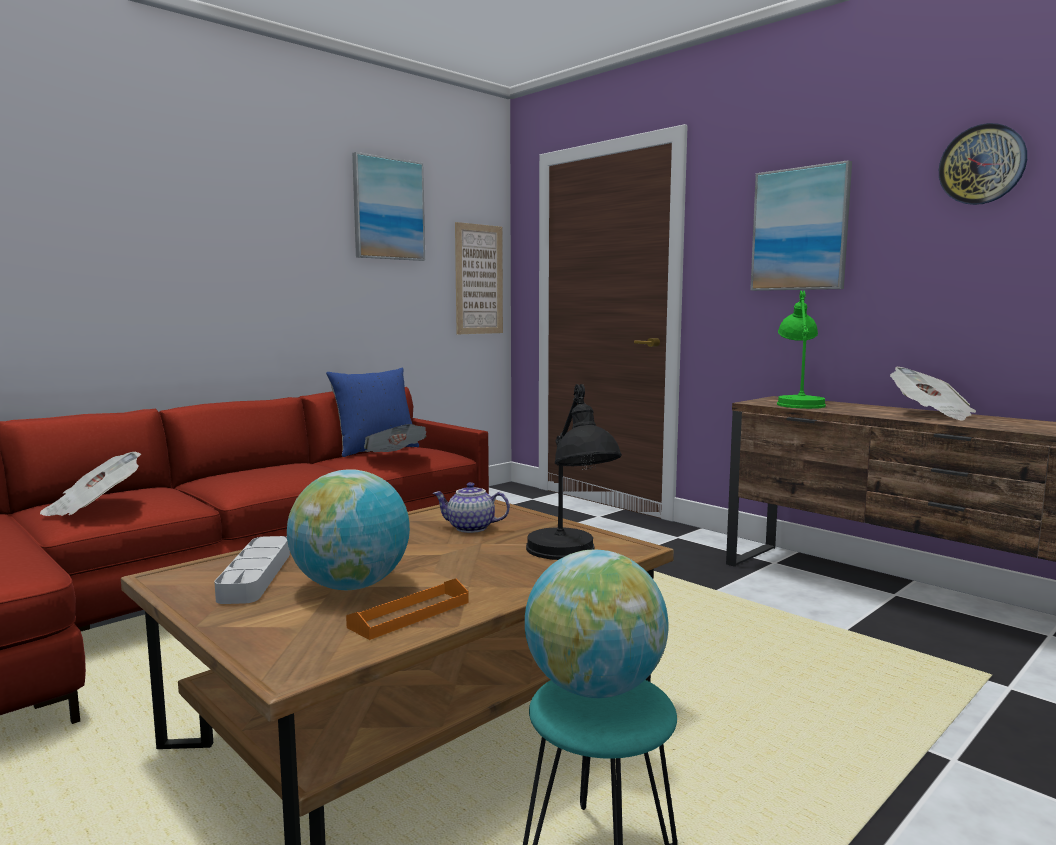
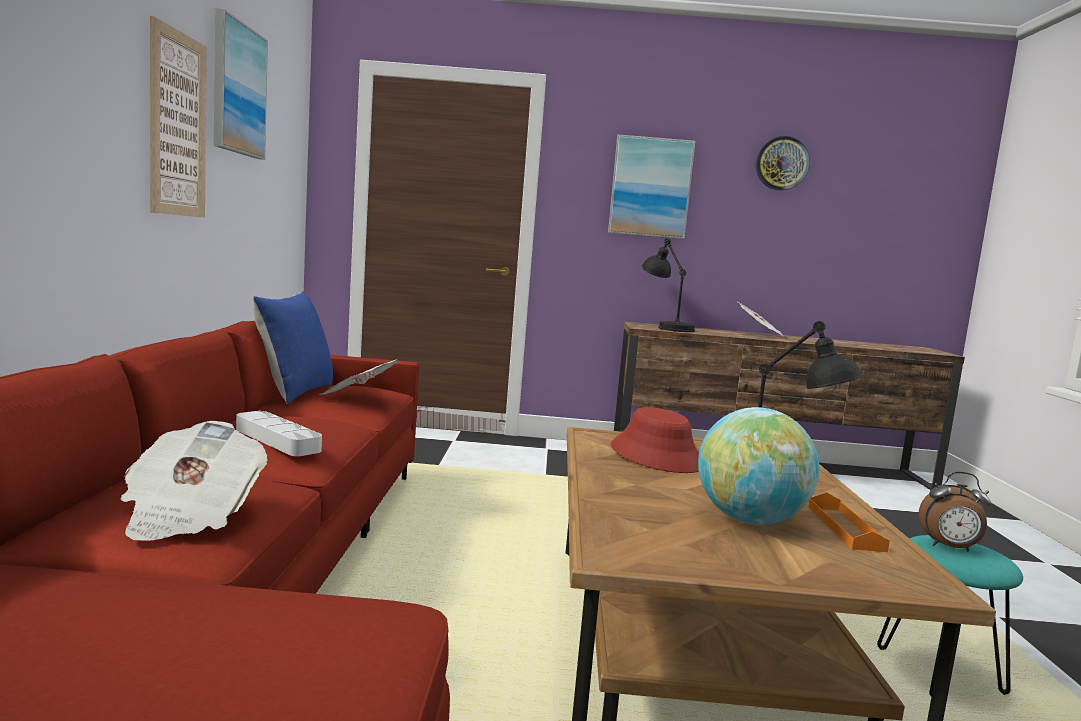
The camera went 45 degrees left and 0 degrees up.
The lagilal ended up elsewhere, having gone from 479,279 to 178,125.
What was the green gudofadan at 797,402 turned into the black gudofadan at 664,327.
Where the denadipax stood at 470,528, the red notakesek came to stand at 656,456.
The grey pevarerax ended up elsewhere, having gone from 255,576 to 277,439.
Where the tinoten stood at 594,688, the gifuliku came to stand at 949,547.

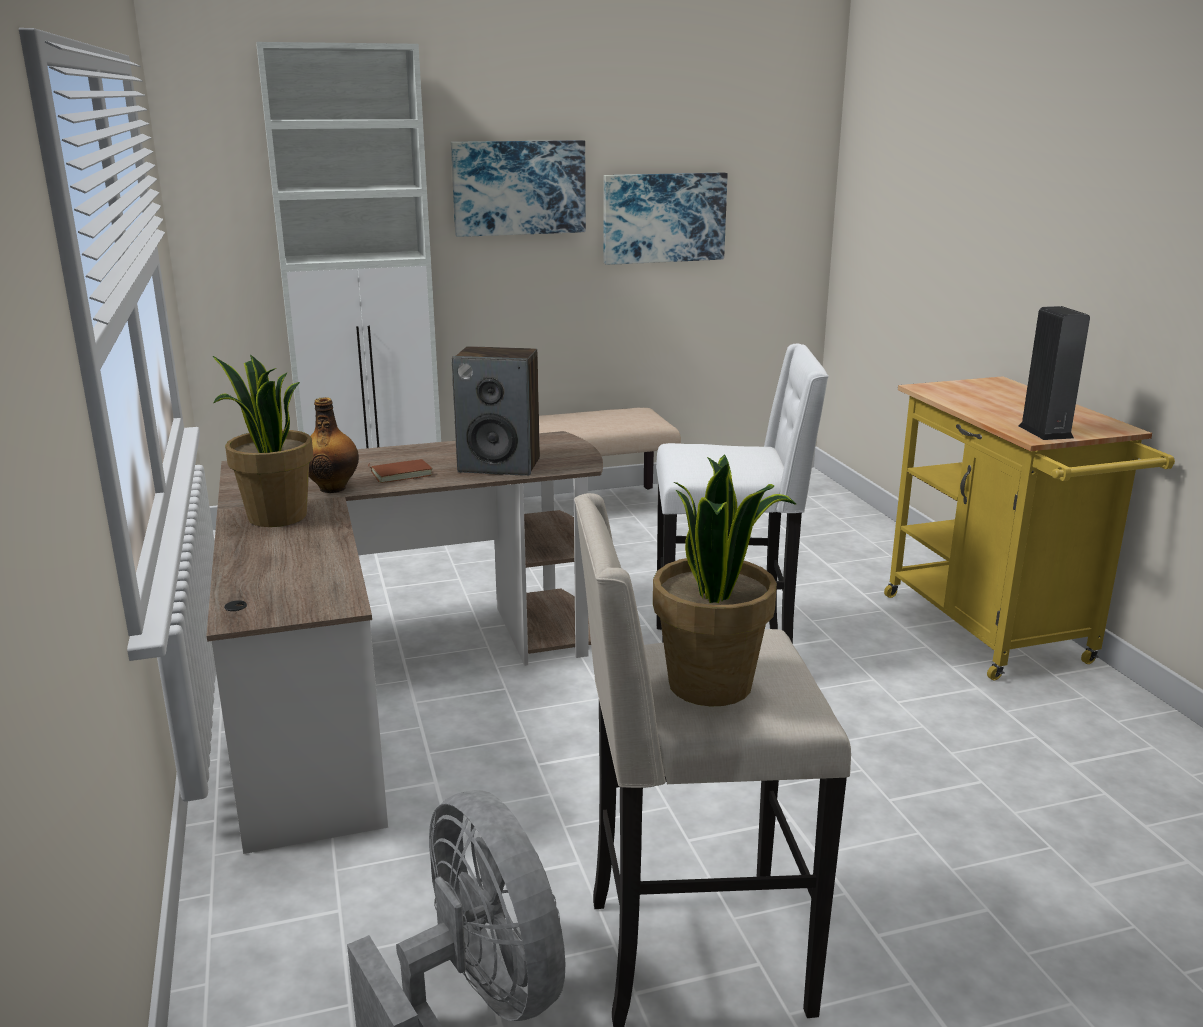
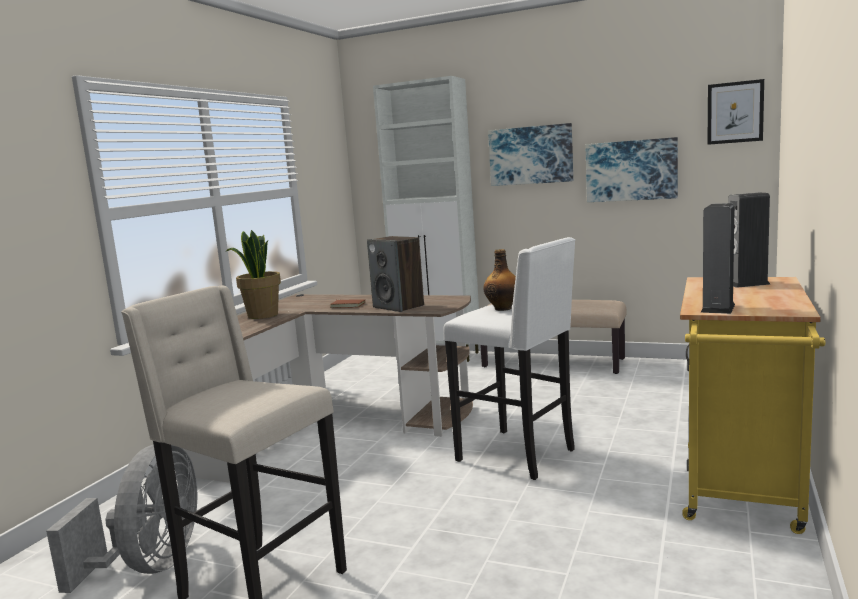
The camera went 40 degrees right and 10 degrees down.
The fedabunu ended up elsewhere, having gone from 333,488 to 503,308.
The second view lost the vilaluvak at 712,685.
The second view gained the lagilal at 735,112.
The second view gained the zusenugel at 747,284.

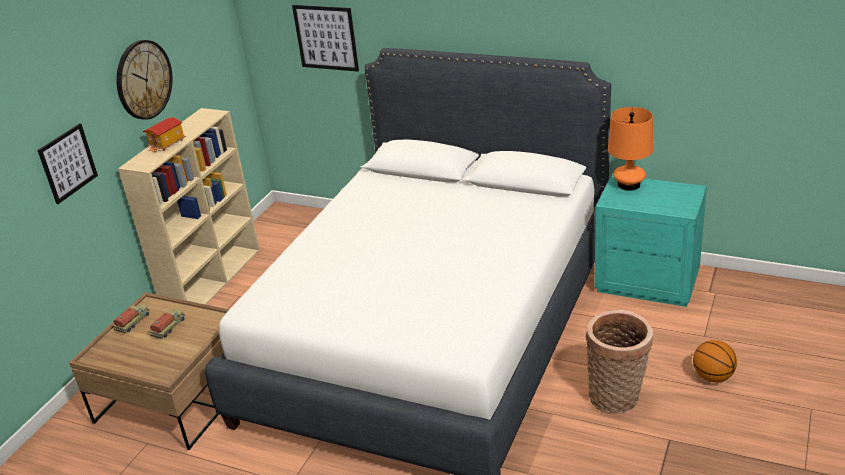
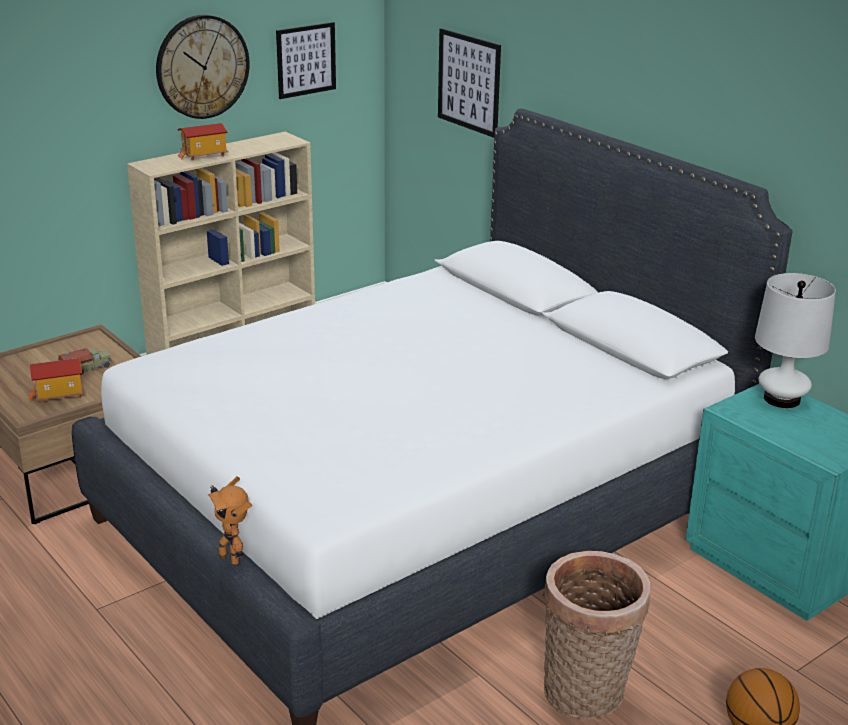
The camera went 25 degrees right and 5 degrees down.
What was the orange gudofadan at 629,185 turned into the white gudofadan at 781,399.
The lagilal ended up elsewhere, having gone from 68,163 to 306,60.
The second view lost the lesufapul at 133,322.
The second view gained the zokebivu at 59,395.
The second view gained the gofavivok at 231,558.

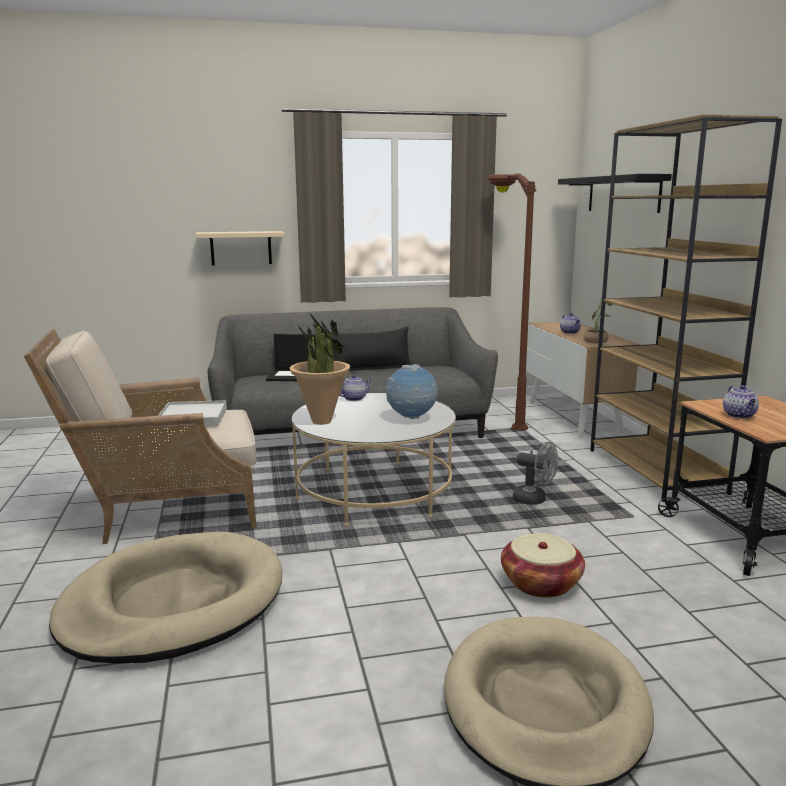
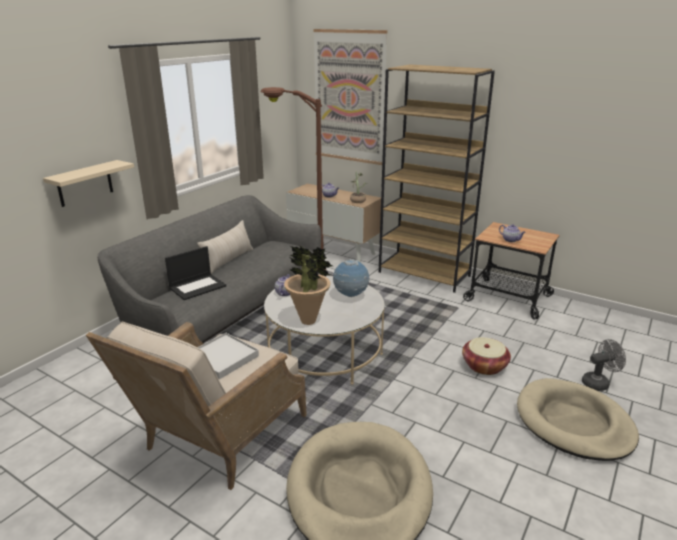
The camera went 45 degrees left and 10 degrees up.
Where the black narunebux hung at 623,194, the lagilal came to hang at 349,97.
What was the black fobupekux at 369,368 turned into the beige fobupekux at 228,260.
The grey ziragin ended up elsewhere, having gone from 534,500 to 598,382.

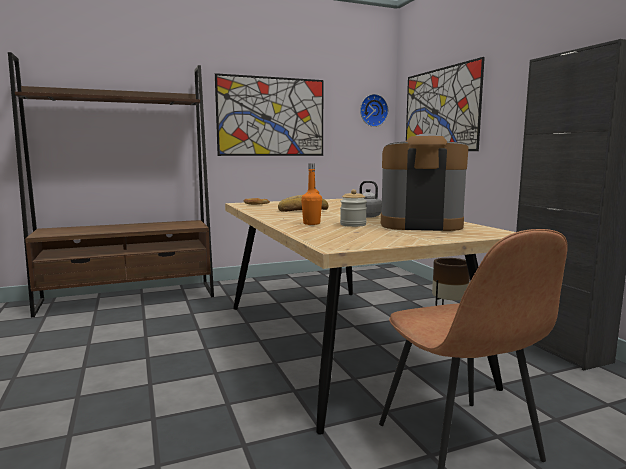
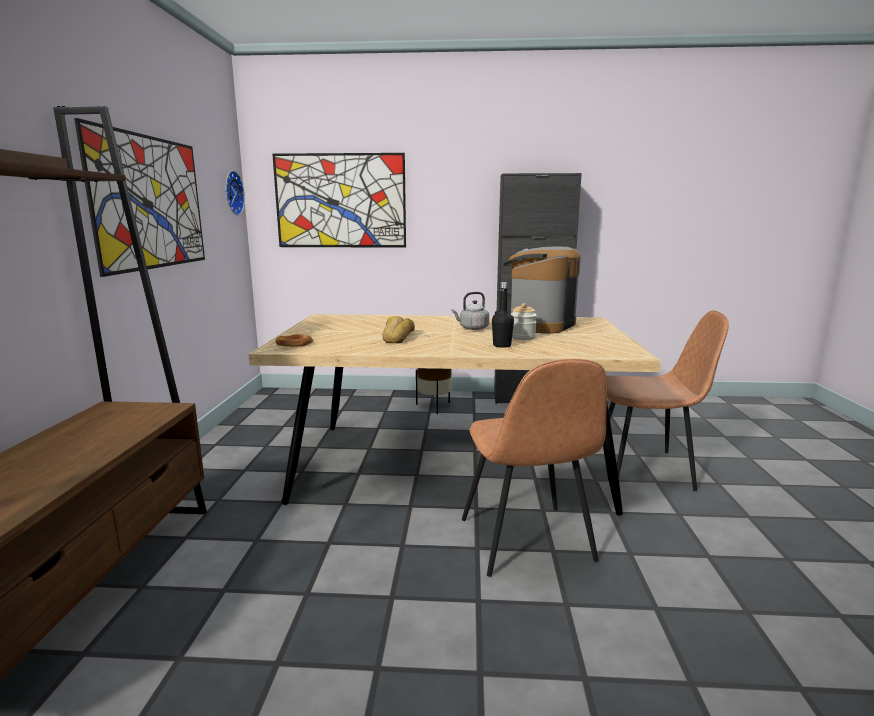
The camera went 65 degrees left and 5 degrees up.
What was the orange fedabunu at 311,223 turned into the black fedabunu at 502,345.
The second view gained the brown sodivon at 526,541.

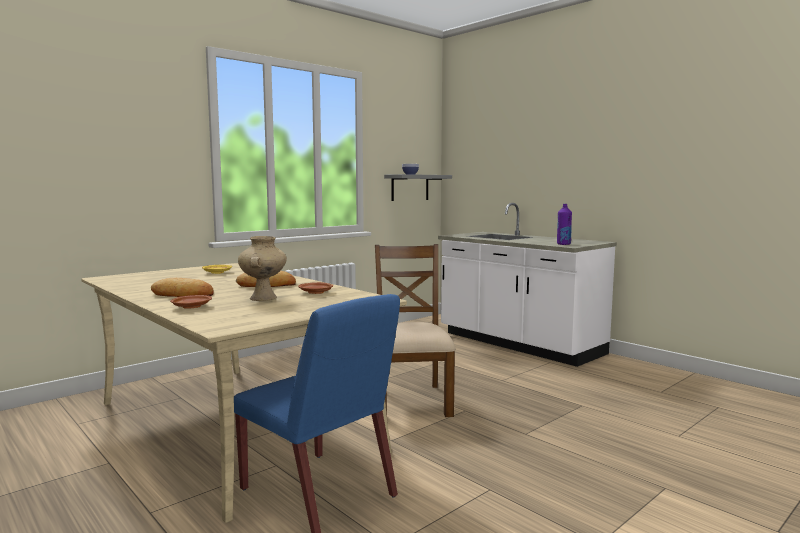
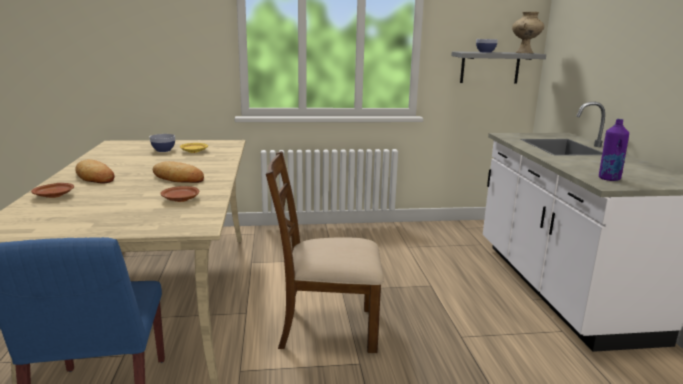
The camera went 35 degrees right and 10 degrees up.
The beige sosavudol ended up elsewhere, having gone from 264,298 to 524,53.
The brown sodivon at 411,400 ended up facing another way, 120 degrees counterclockwise from before.
The second view gained the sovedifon at 163,150.

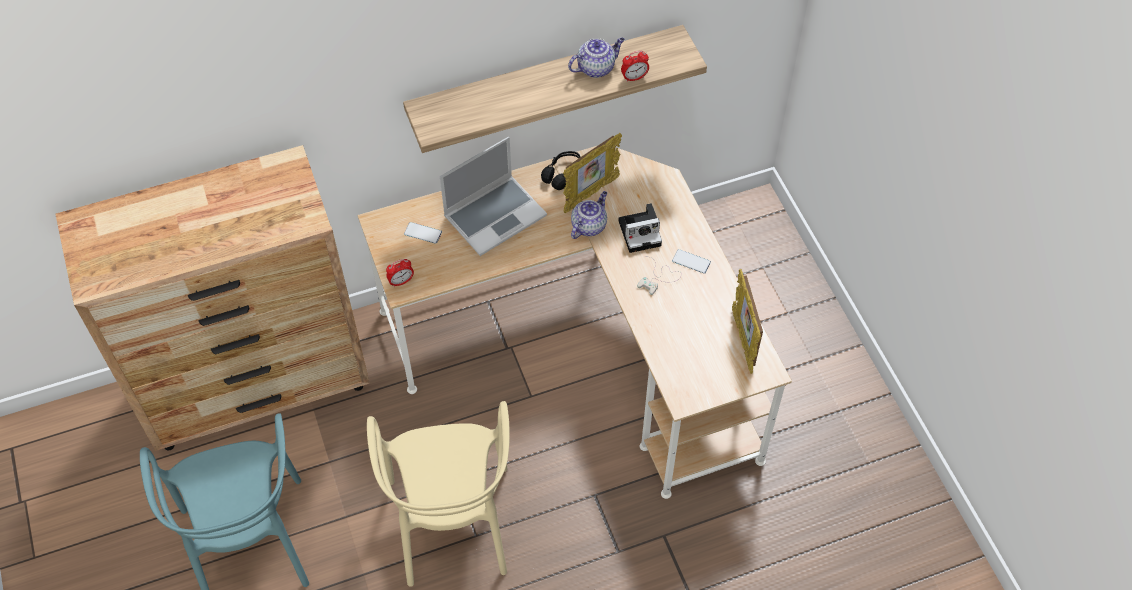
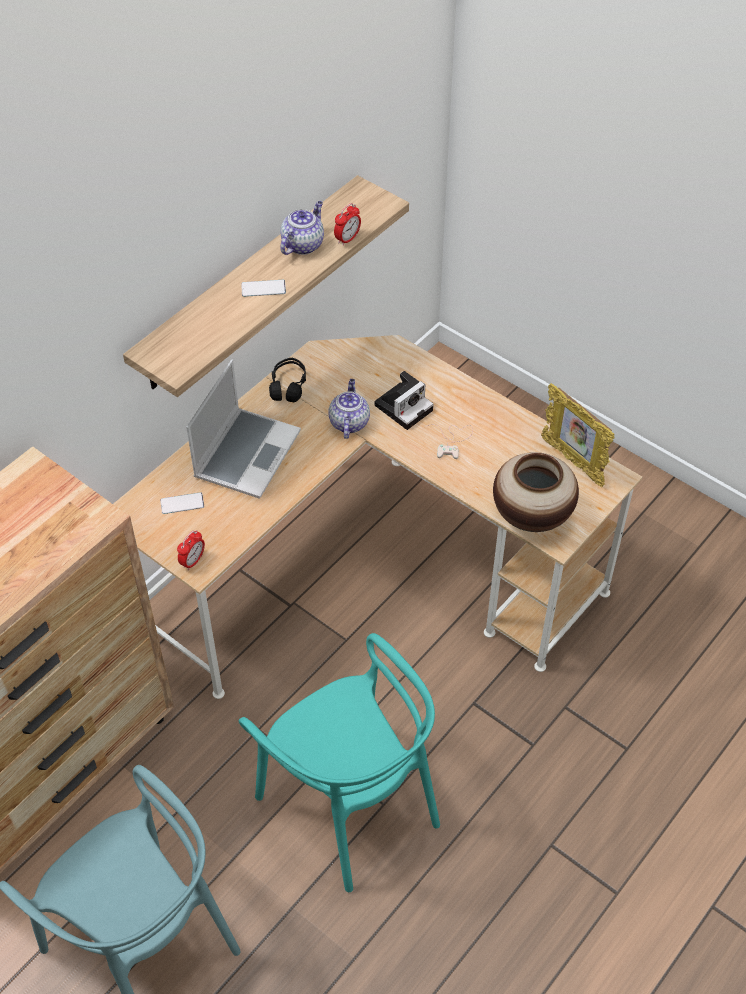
The camera went 30 degrees left and 5 degrees down.
The second view lost the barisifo at 590,194.
The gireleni ended up elsewhere, having gone from 691,261 to 263,288.
What was the beige sodivon at 452,523 turned into the turquoise sodivon at 350,804.
The second view gained the sosavudol at 531,515.

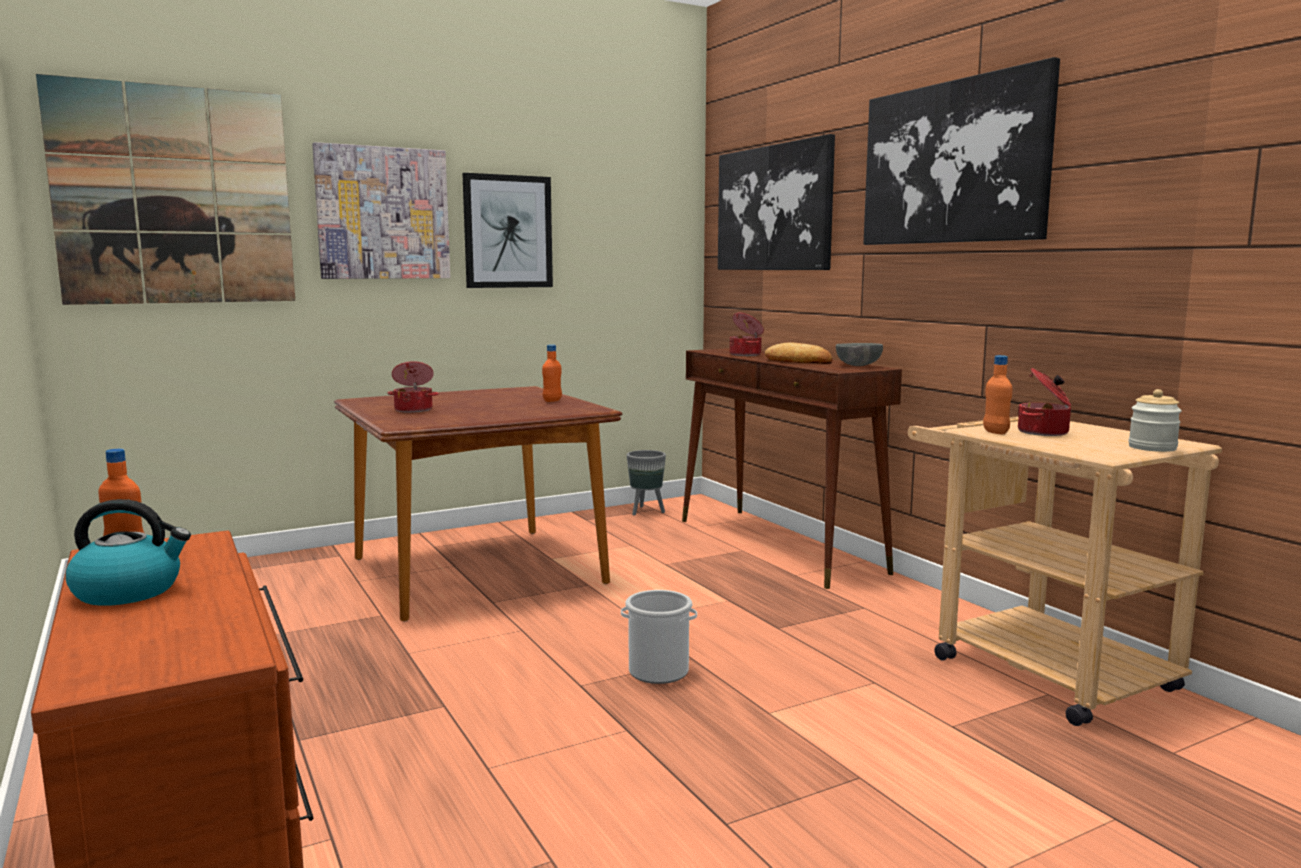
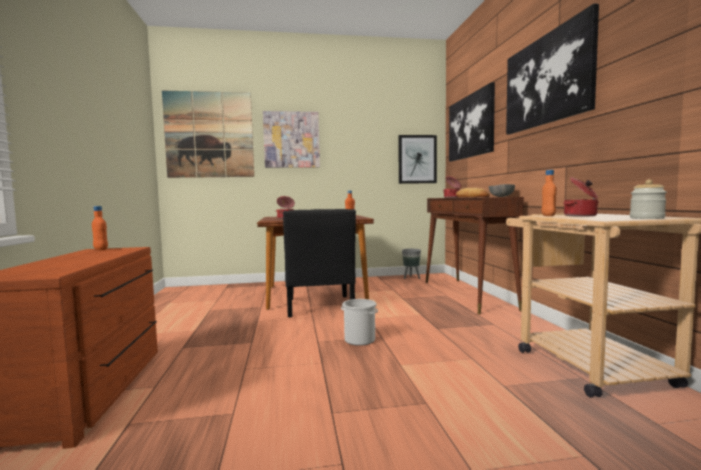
The camera went 20 degrees right and 5 degrees down.
The lagilal ended up elsewhere, having gone from 508,232 to 417,159.
The second view lost the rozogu at 129,591.
The second view gained the black sodivon at 319,308.

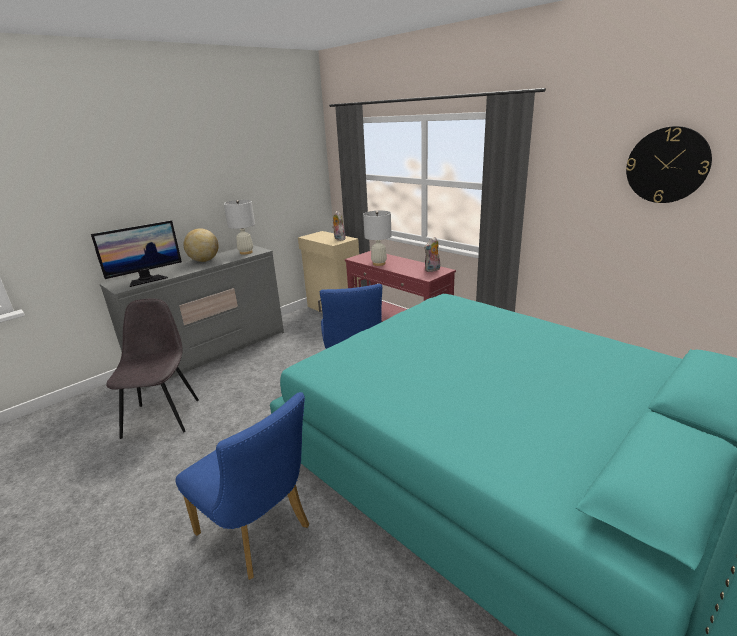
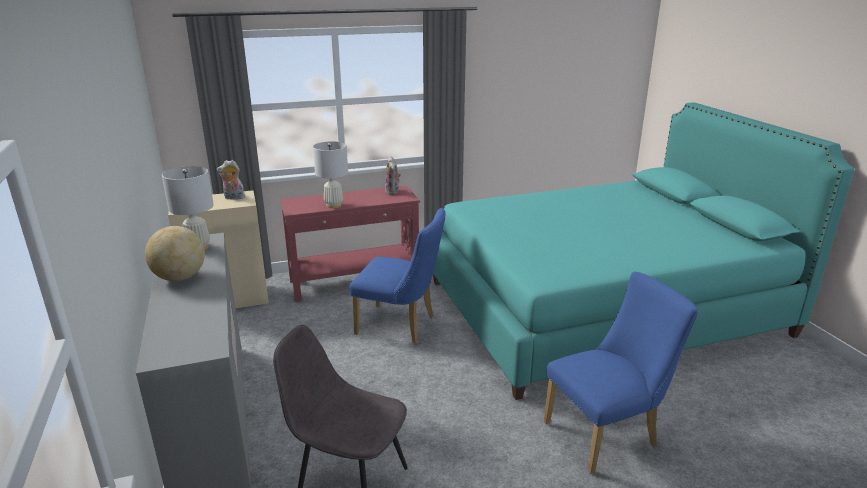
The camera went 65 degrees left and 0 degrees up.
The second view lost the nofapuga at 667,165.
The second view lost the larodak at 147,280.

